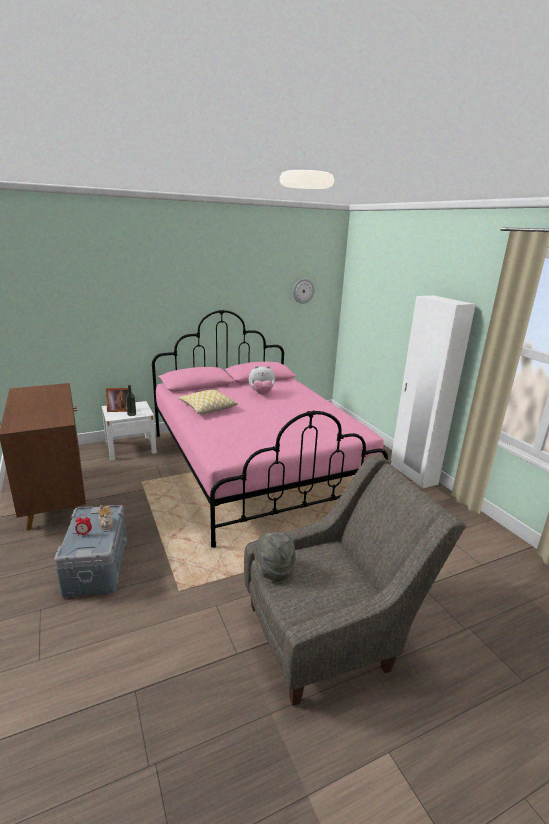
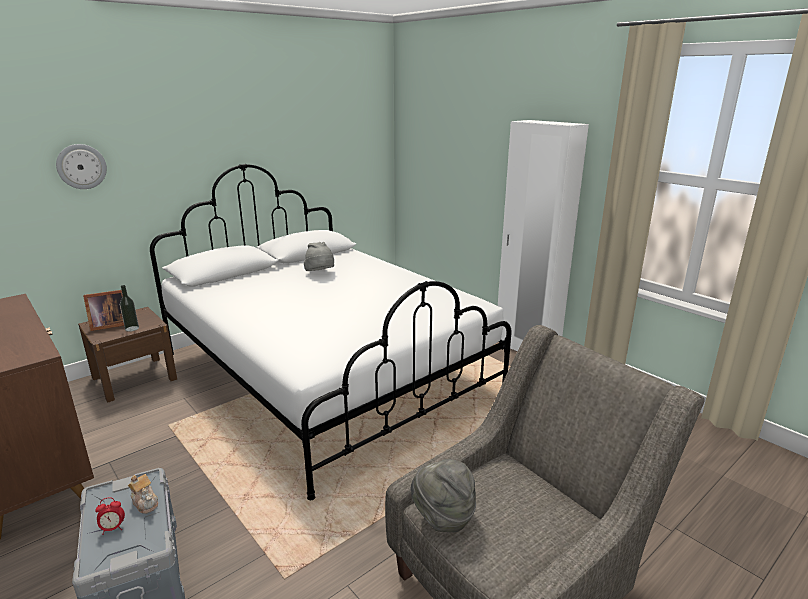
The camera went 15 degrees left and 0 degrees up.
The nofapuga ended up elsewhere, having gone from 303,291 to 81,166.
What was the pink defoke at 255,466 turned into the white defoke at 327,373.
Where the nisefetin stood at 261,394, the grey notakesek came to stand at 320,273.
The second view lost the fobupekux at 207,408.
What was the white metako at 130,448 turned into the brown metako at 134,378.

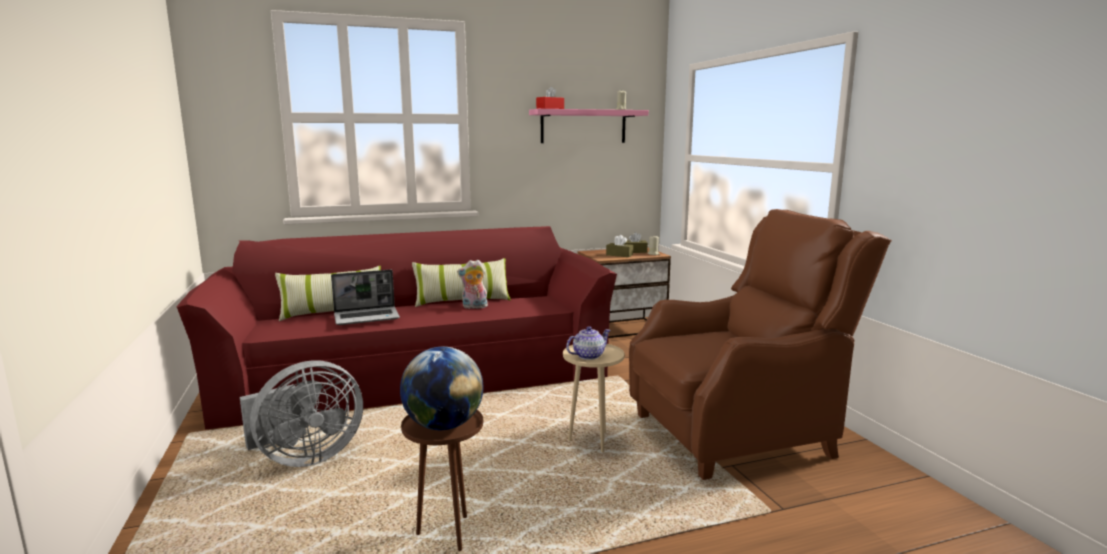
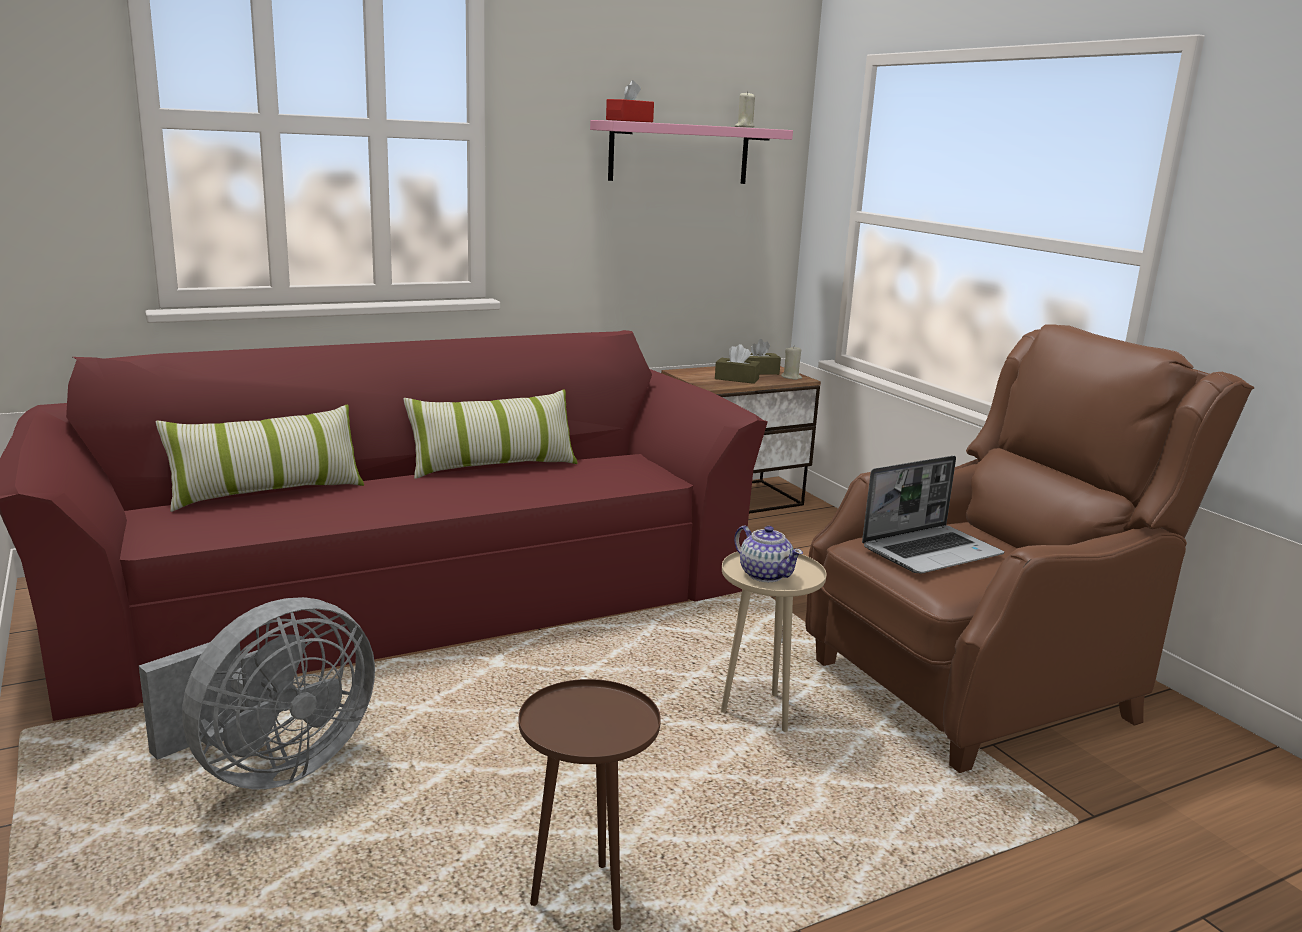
The camera went 10 degrees left and 5 degrees up.
The second view lost the nisefetin at 474,307.
The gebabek ended up elsewhere, having gone from 367,317 to 931,551.
The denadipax at 588,356 ended up facing another way, 90 degrees clockwise from before.
The second view lost the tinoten at 443,425.

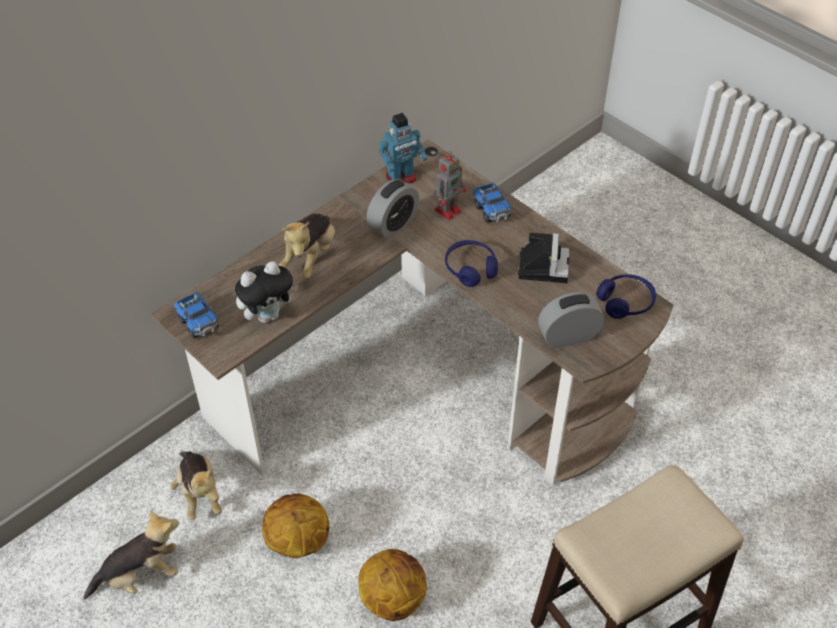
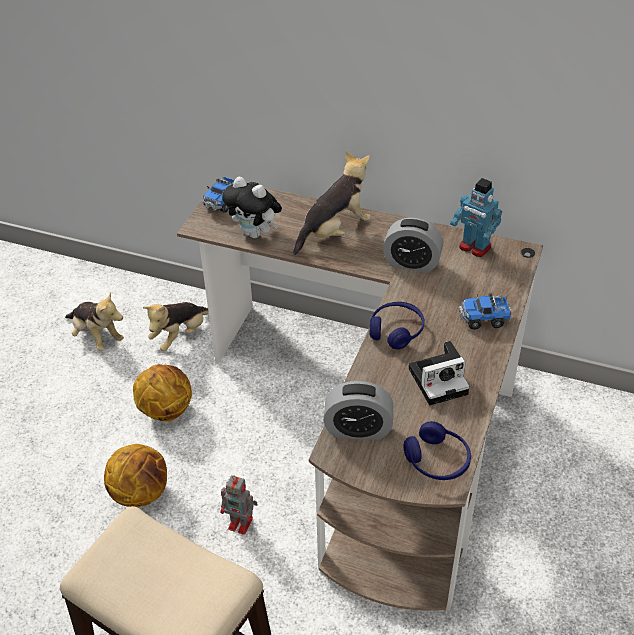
The camera went 65 degrees right and 5 degrees down.
The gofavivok ended up elsewhere, having gone from 448,210 to 242,523.
The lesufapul at 491,210 ended up facing another way, 45 degrees clockwise from before.
The nisefetin at 310,257 ended up facing another way, 150 degrees clockwise from before.
The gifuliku at 568,336 ended up facing another way, 135 degrees clockwise from before.

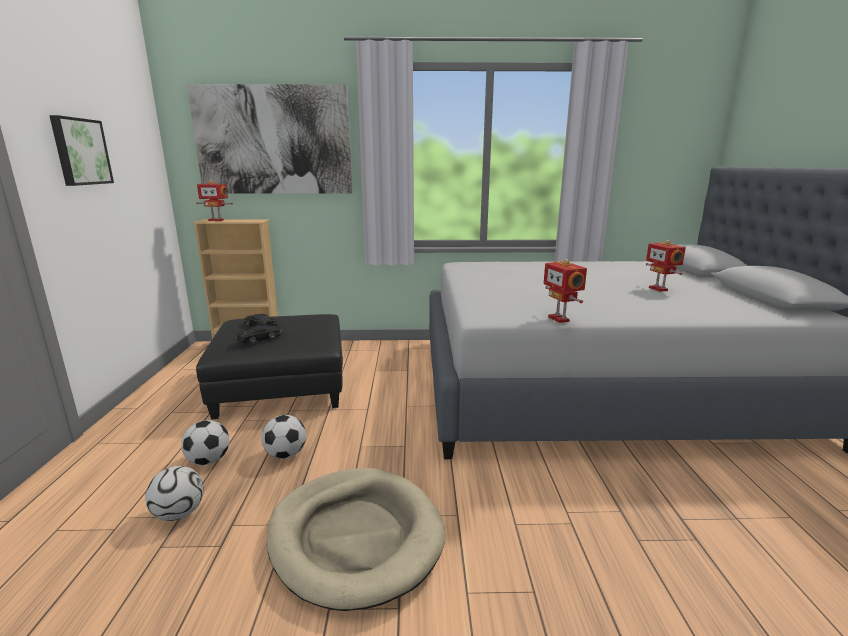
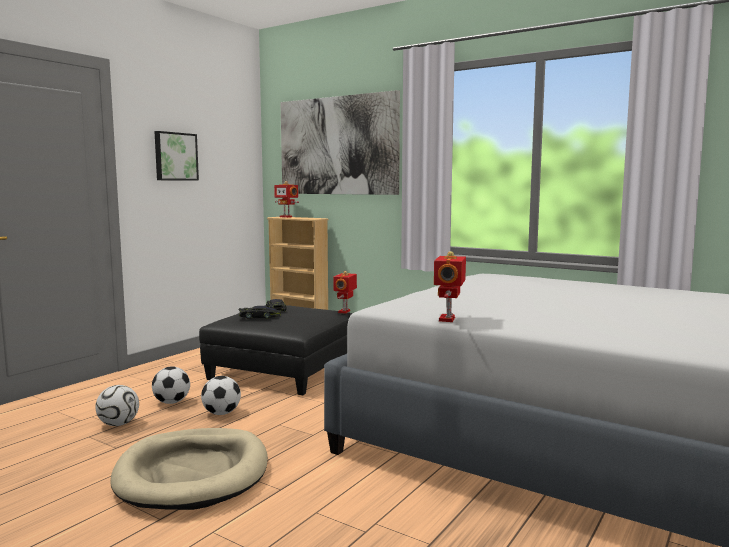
The camera went 35 degrees right and 10 degrees down.
The gofavivok ended up elsewhere, having gone from 659,289 to 345,312.

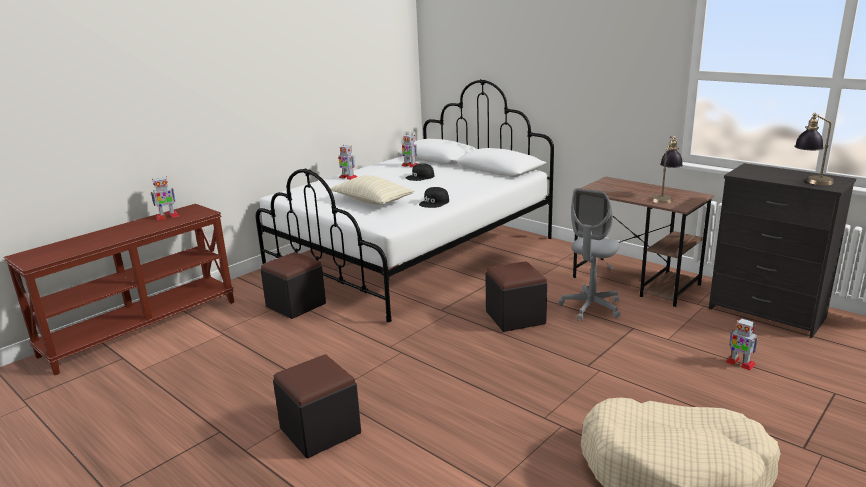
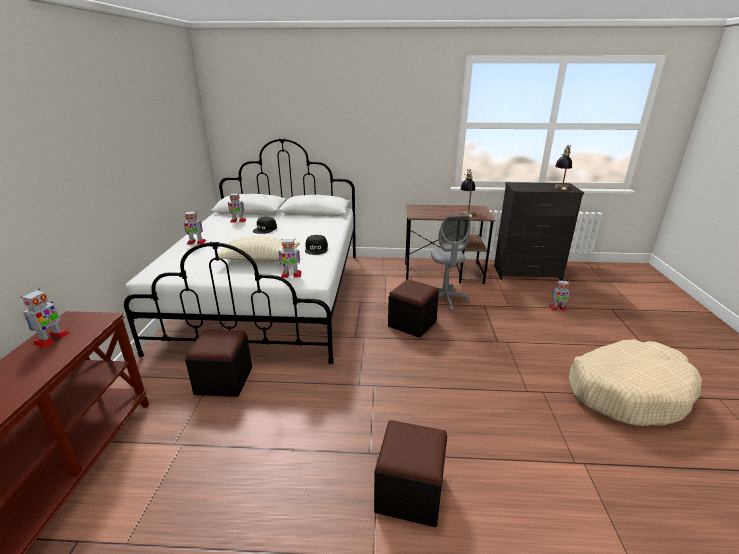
The camera went 40 degrees left and 5 degrees up.
The second view gained the gofavivok at 291,275.

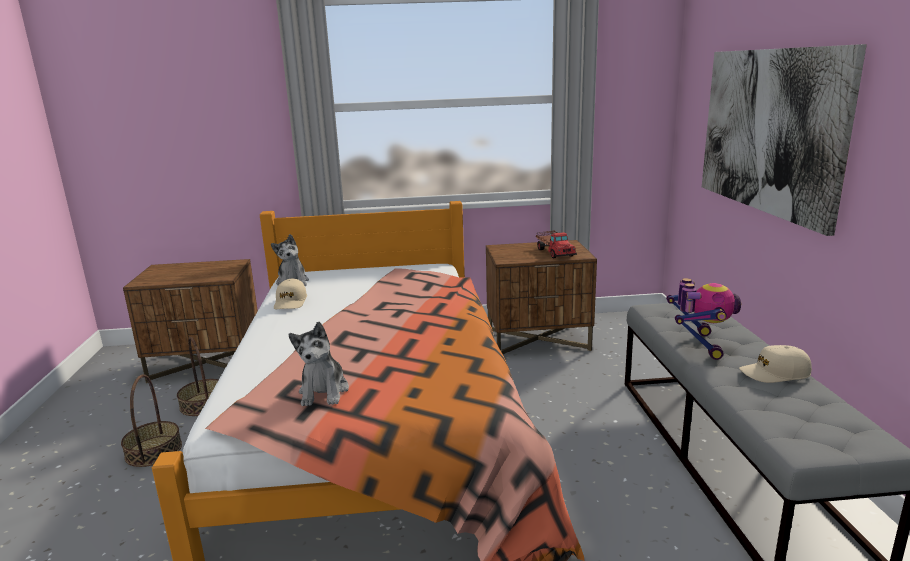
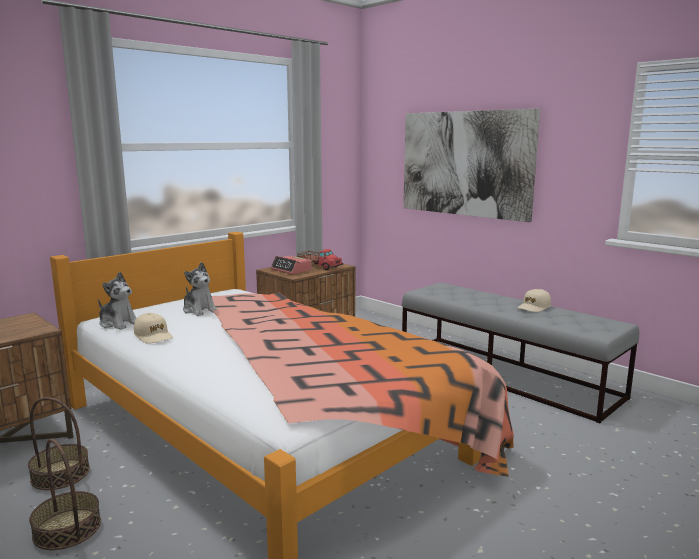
The camera went 40 degrees left and 5 degrees down.
The second view lost the gofavivok at 699,345.
The nisefetin ended up elsewhere, having gone from 324,391 to 199,310.
The second view gained the gifuliku at 291,270.

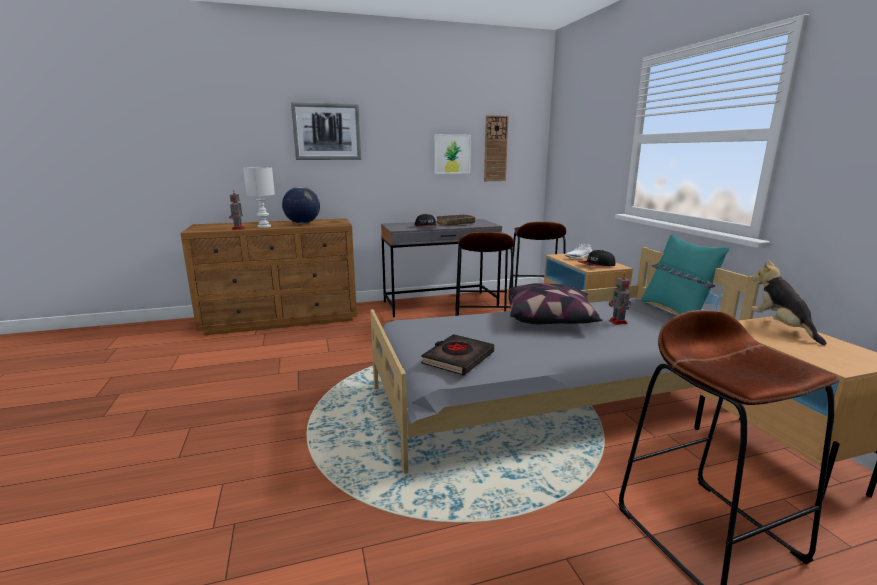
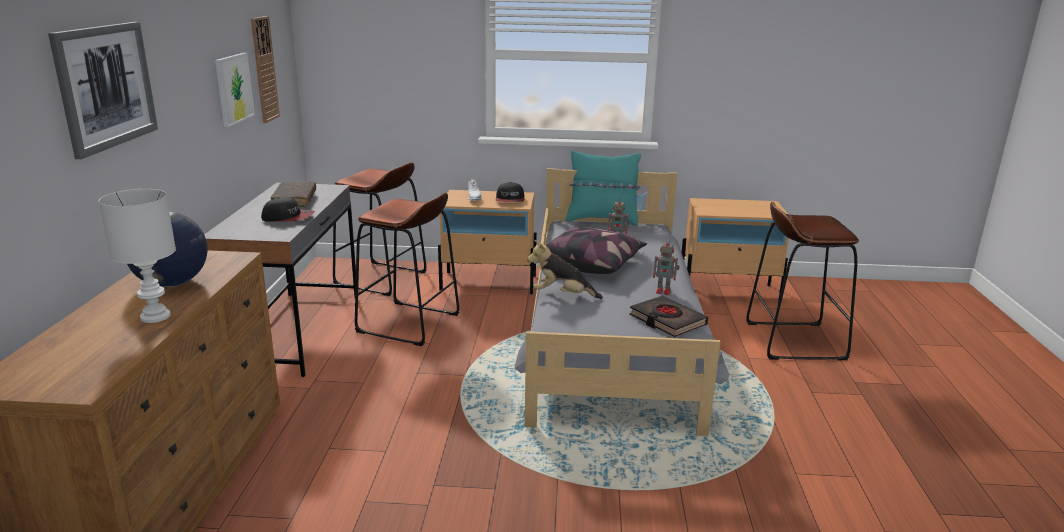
The camera went 70 degrees left and 5 degrees up.
The gofavivok ended up elsewhere, having gone from 238,229 to 664,291.
The nisefetin ended up elsewhere, having gone from 781,328 to 562,295.

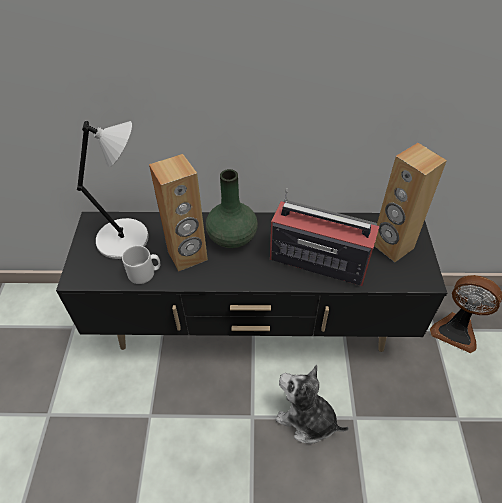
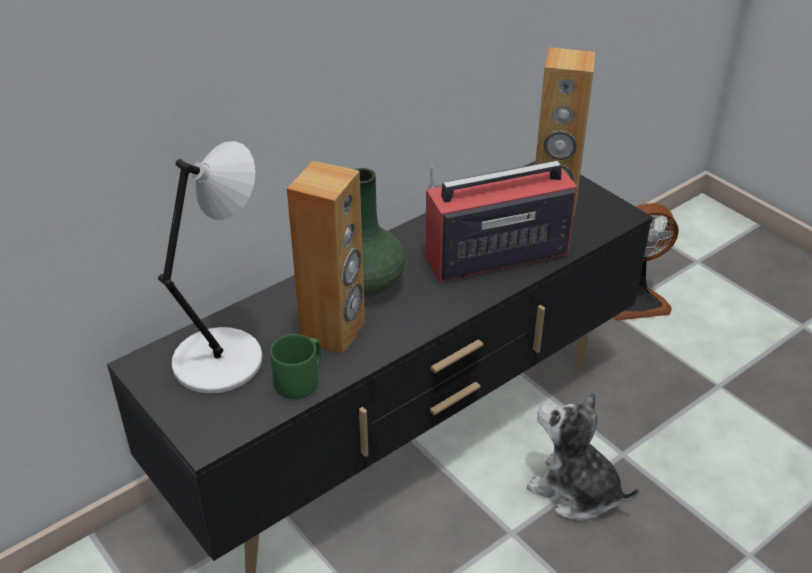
The camera went 40 degrees left and 10 degrees down.
What was the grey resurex at 145,273 turned into the green resurex at 301,380.
The nisefetin at 306,419 ended up facing another way, 45 degrees clockwise from before.

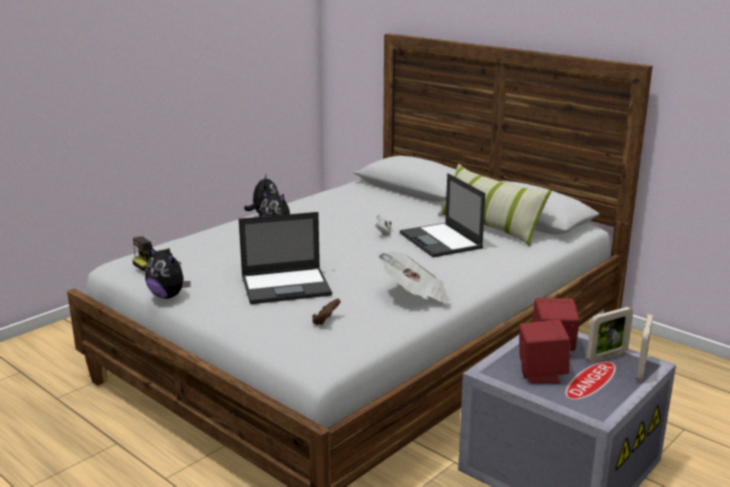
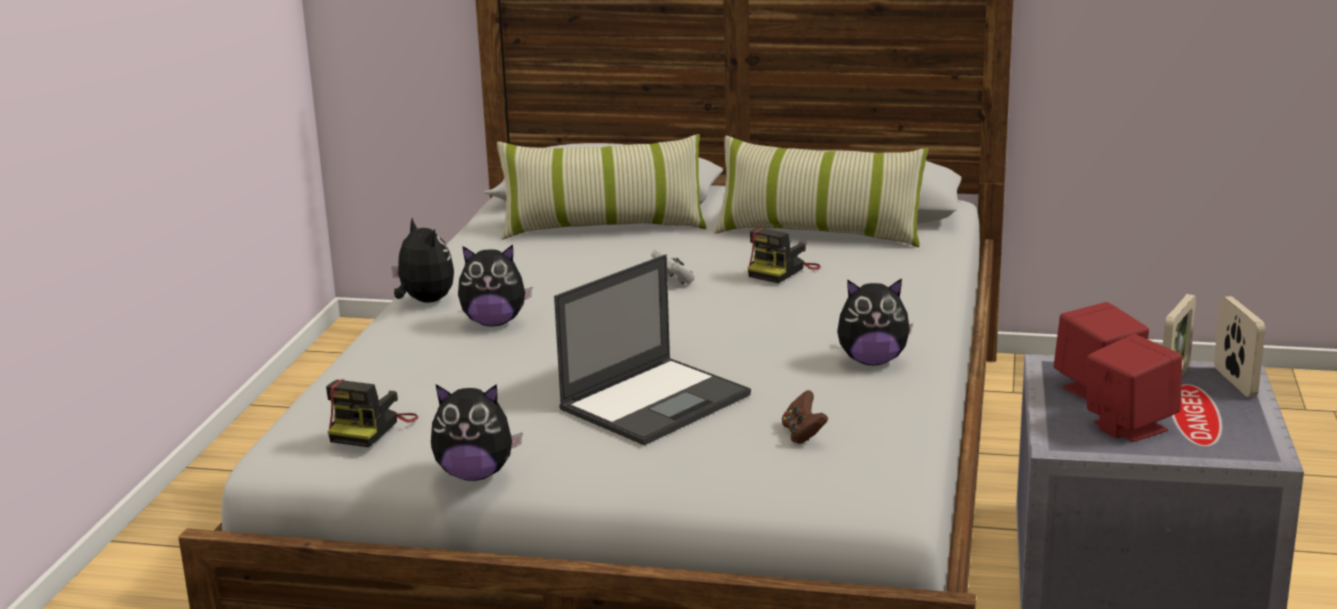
The camera went 30 degrees left and 0 degrees up.
Where the gebabek stood at 441,241, the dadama came to stand at 782,271.
Where the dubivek stood at 415,296, the nisefetin came to stand at 872,361.
The second view gained the fobupekux at 603,227.

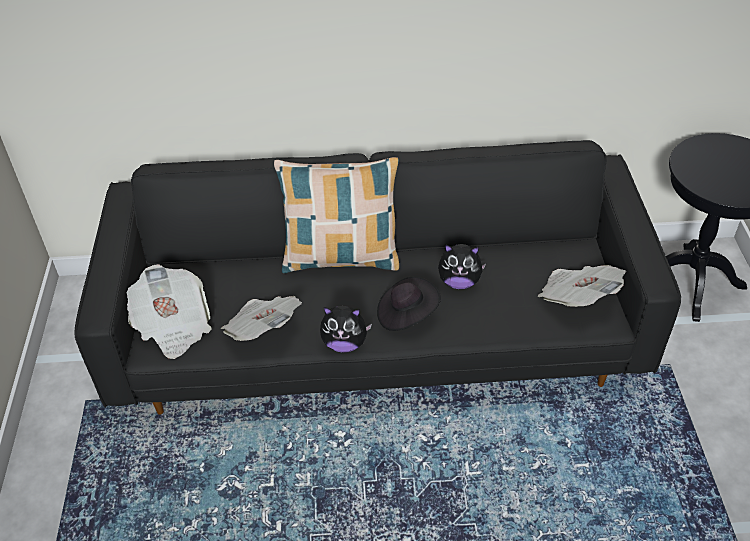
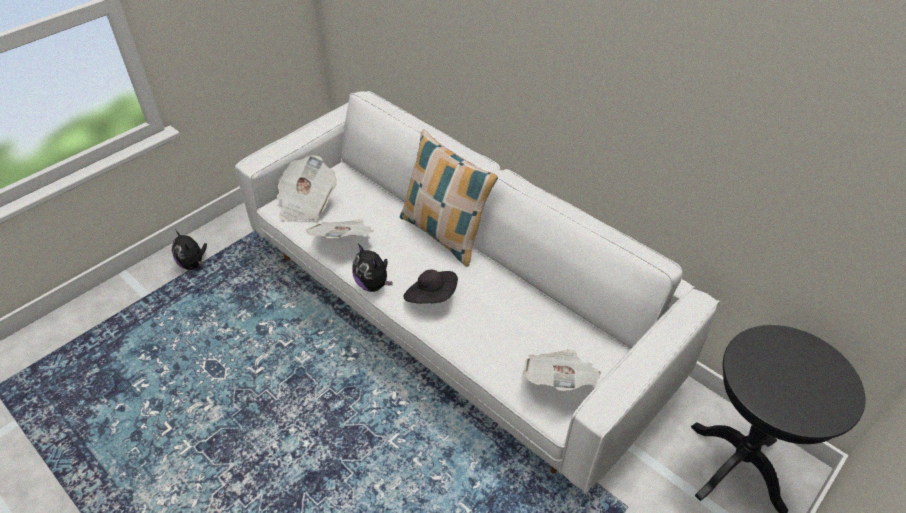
The camera went 45 degrees right and 0 degrees up.
What was the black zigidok at 377,334 turned into the white zigidok at 452,312.
The nisefetin ended up elsewhere, having gone from 459,282 to 193,264.

